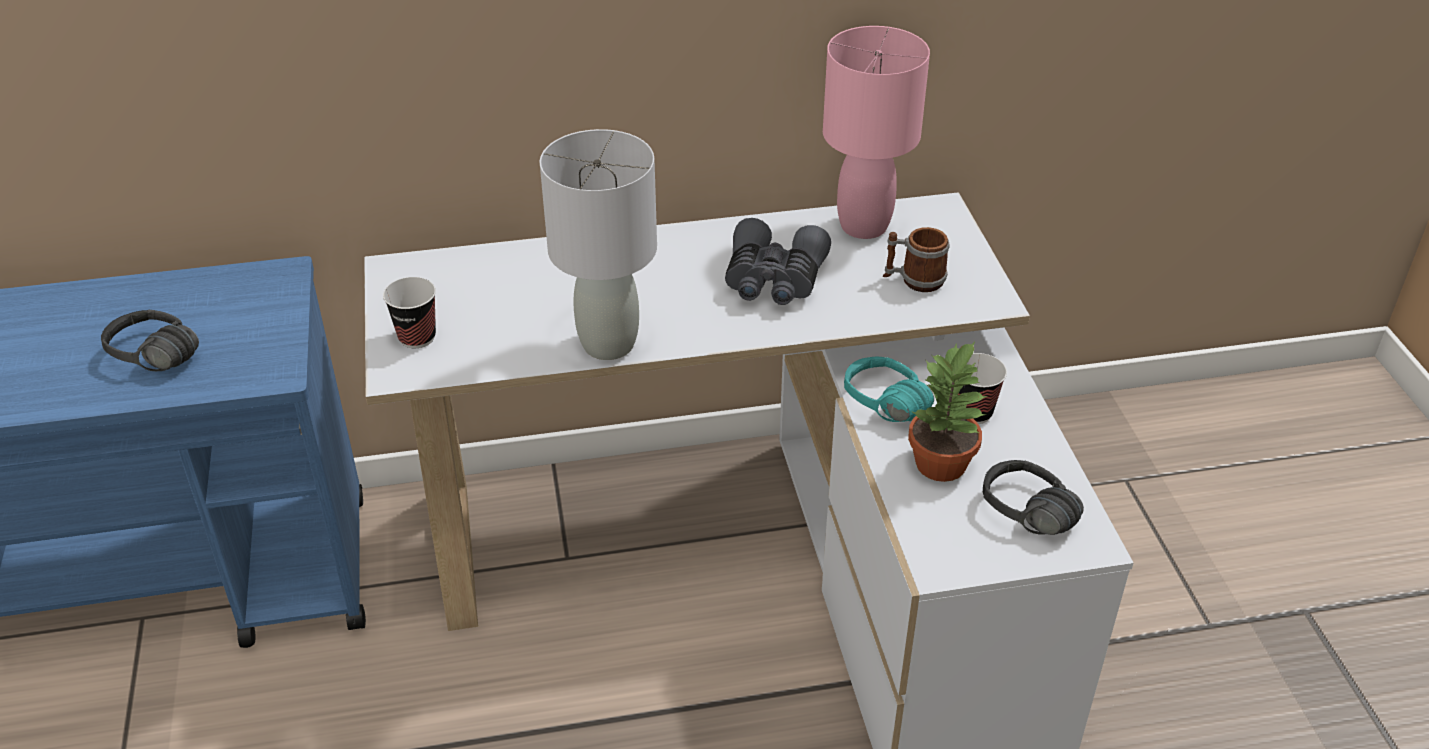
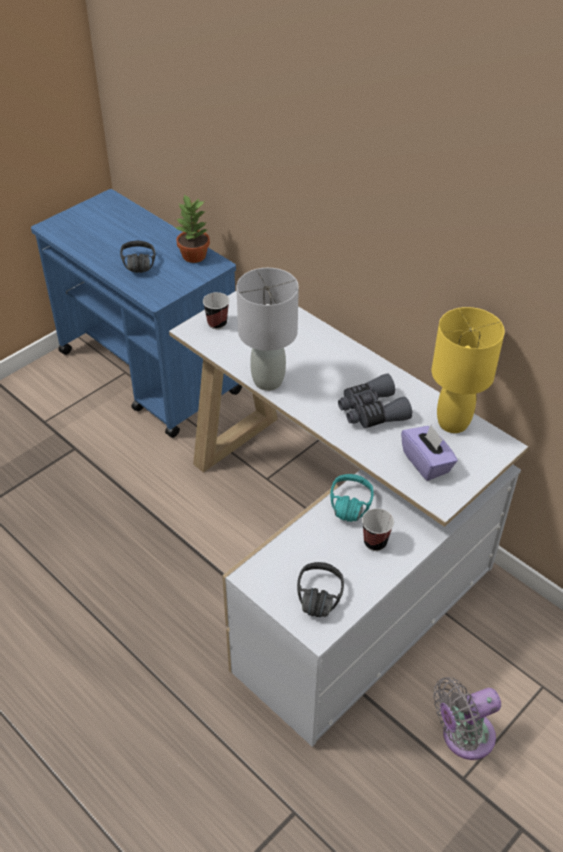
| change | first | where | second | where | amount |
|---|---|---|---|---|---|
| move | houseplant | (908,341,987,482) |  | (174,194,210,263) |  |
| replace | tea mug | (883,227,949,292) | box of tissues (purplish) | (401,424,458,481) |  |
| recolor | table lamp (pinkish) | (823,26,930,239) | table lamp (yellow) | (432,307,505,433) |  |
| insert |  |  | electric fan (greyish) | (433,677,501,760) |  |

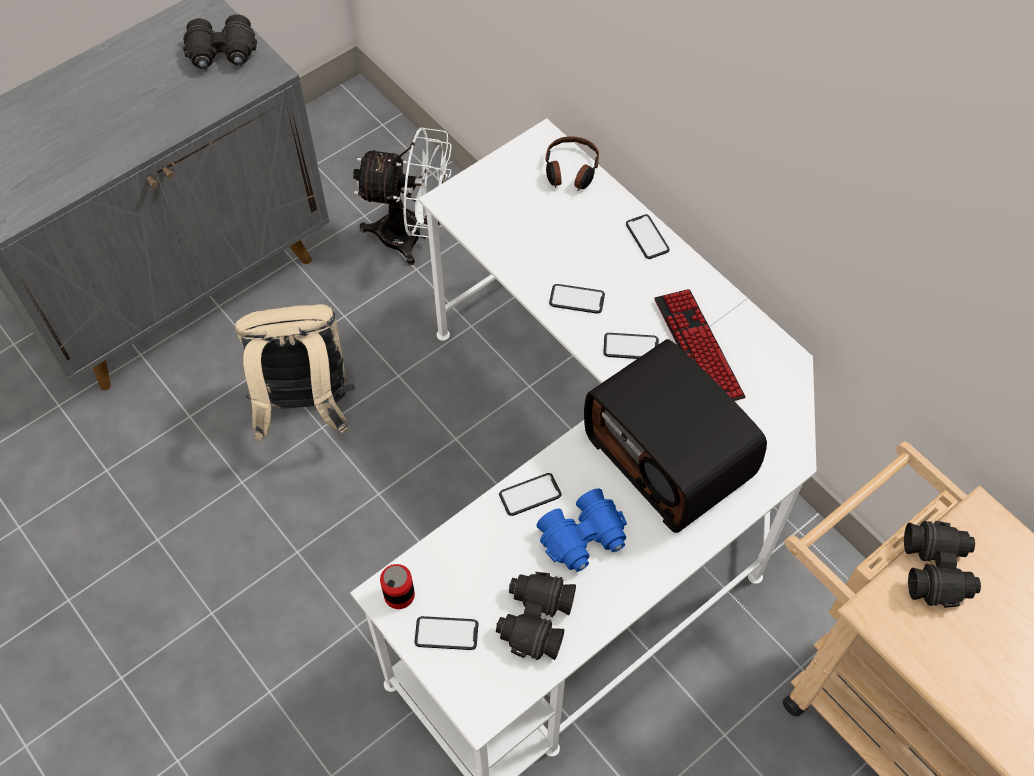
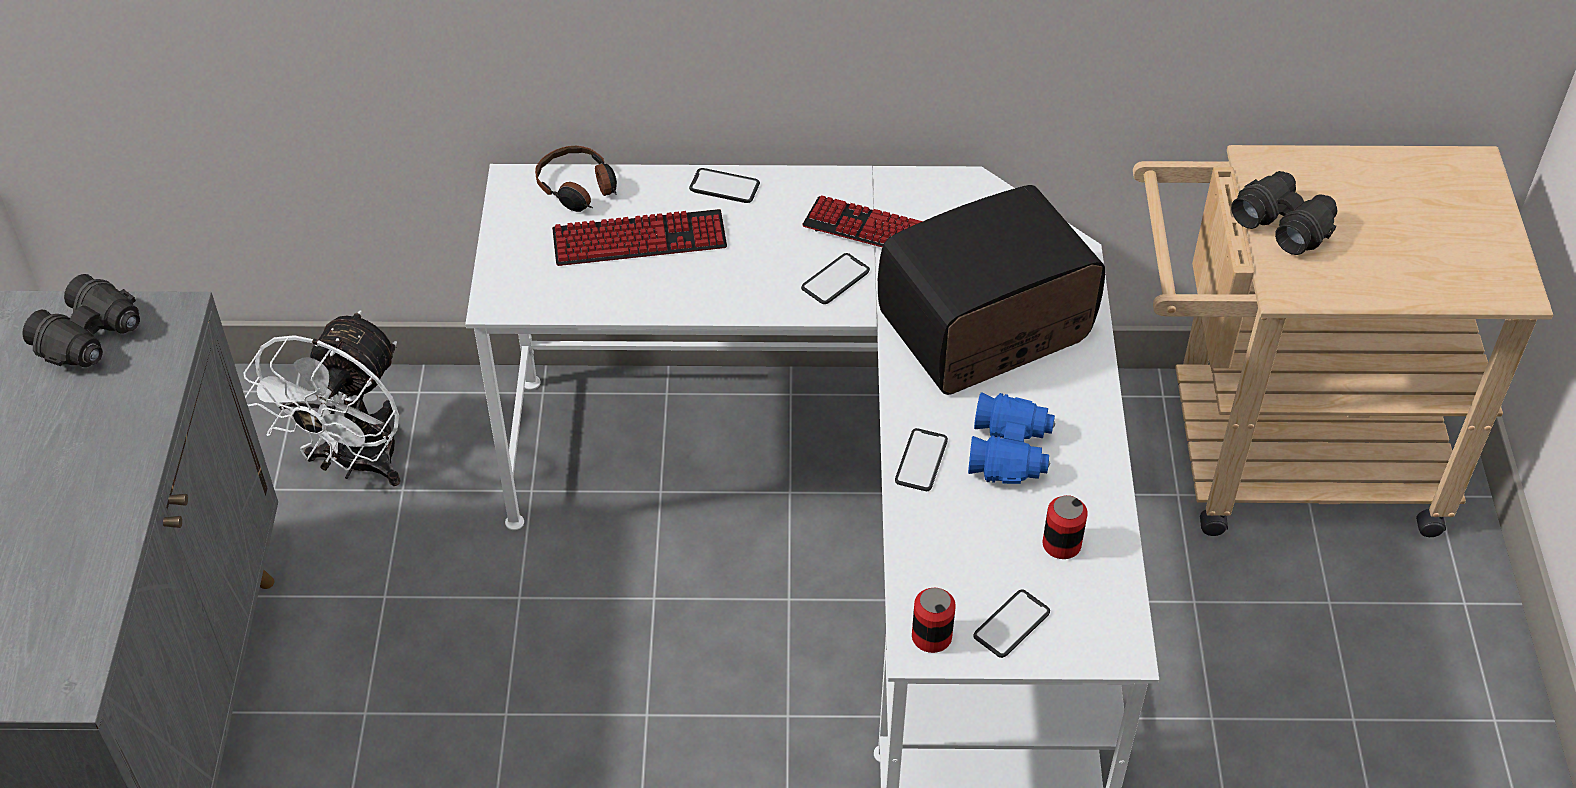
| change | first | where | second | where | amount |
|---|---|---|---|---|---|
| rotate | electric fan (white) | (353,128,452,265) |  | (243,310,400,486) | 150 degrees clockwise |
| insert |  |  | keyboard | (552,209,727,266) |  |
| rotate | radio receiver | (584,339,767,533) |  | (878,185,1105,395) | 150 degrees clockwise |
| replace | field glasses (blackish) | (496,572,576,661) | metal can | (1043,495,1088,559) |  |
| delete | knapsack (beige) | (235,304,355,442) |  |  |  |
| delete | telephone | (549,284,605,314) |  |  |  |

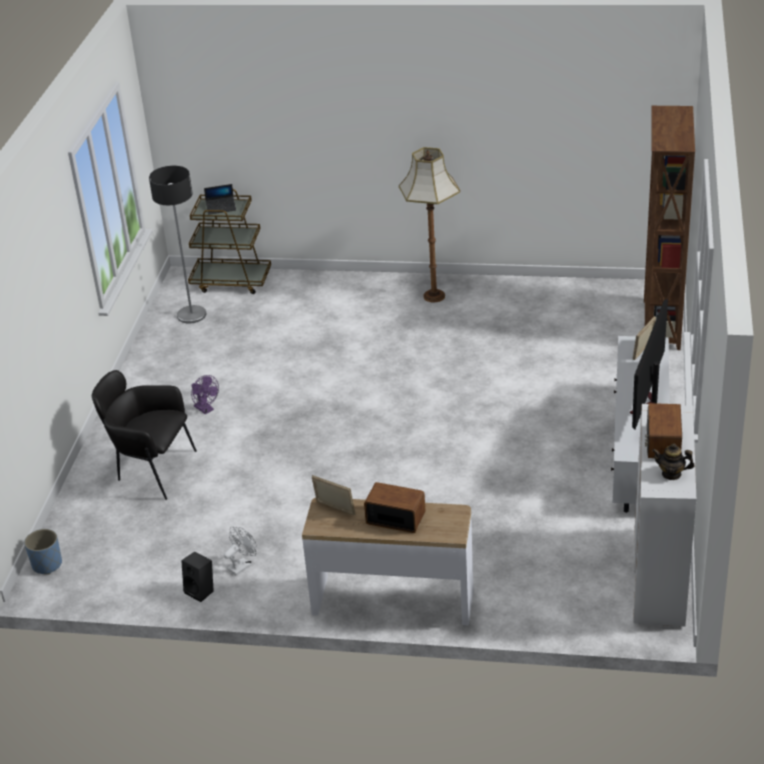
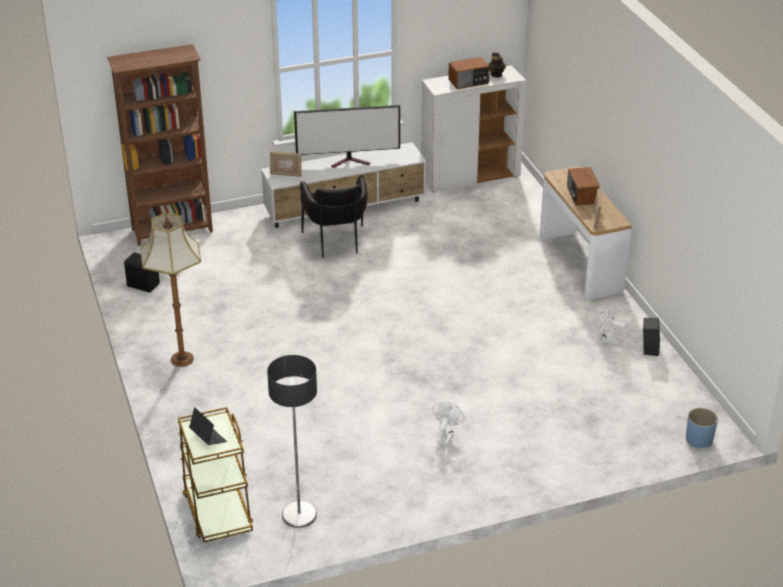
| change | first | where | second | where | amount |
|---|---|---|---|---|---|
| insert |  |  | speaker (blackish) | (124,252,160,293) |  |
| move | lounge chair (blackish) | (92,370,197,500) |  | (300,175,368,257) |  |
| recolor | electric fan (purplish) | (191,375,219,414) | electric fan (white) | (433,402,464,445) |  |

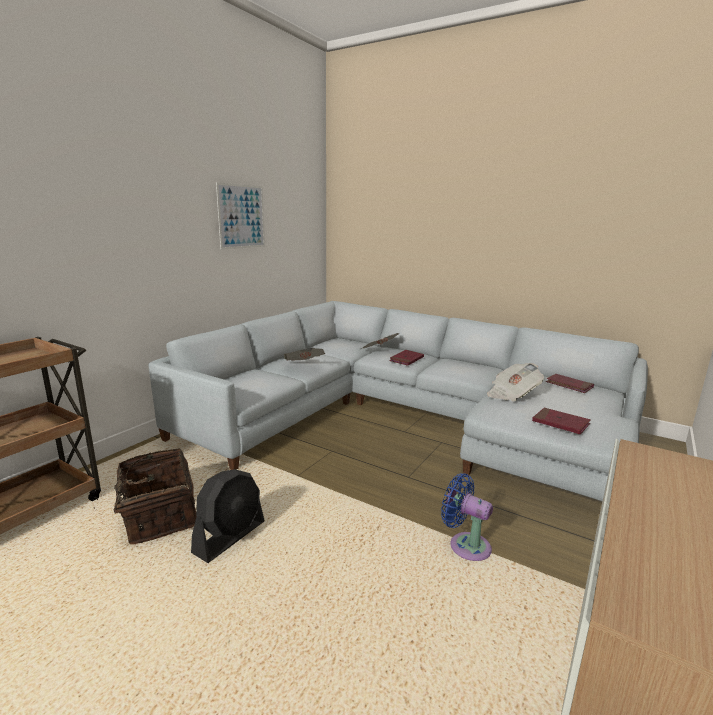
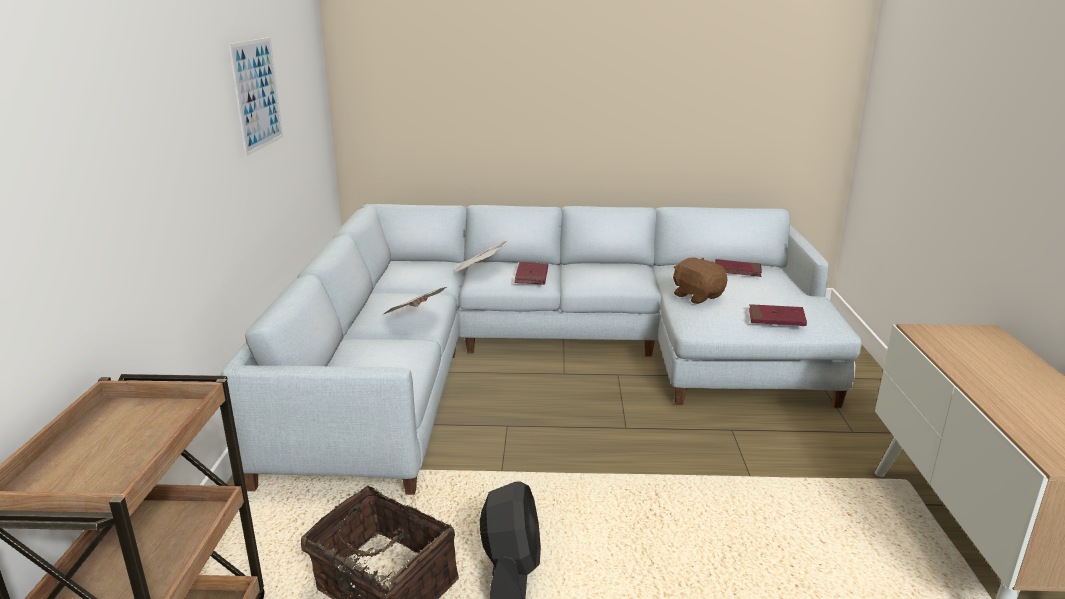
| change | first | where | second | where | amount |
|---|---|---|---|---|---|
| replace | printed paper | (487,363,544,401) | cuddly toy (brown-coloured) | (673,257,727,304) |  |
| delete | electric fan (bluish) | (441,473,493,561) |  |  |  |

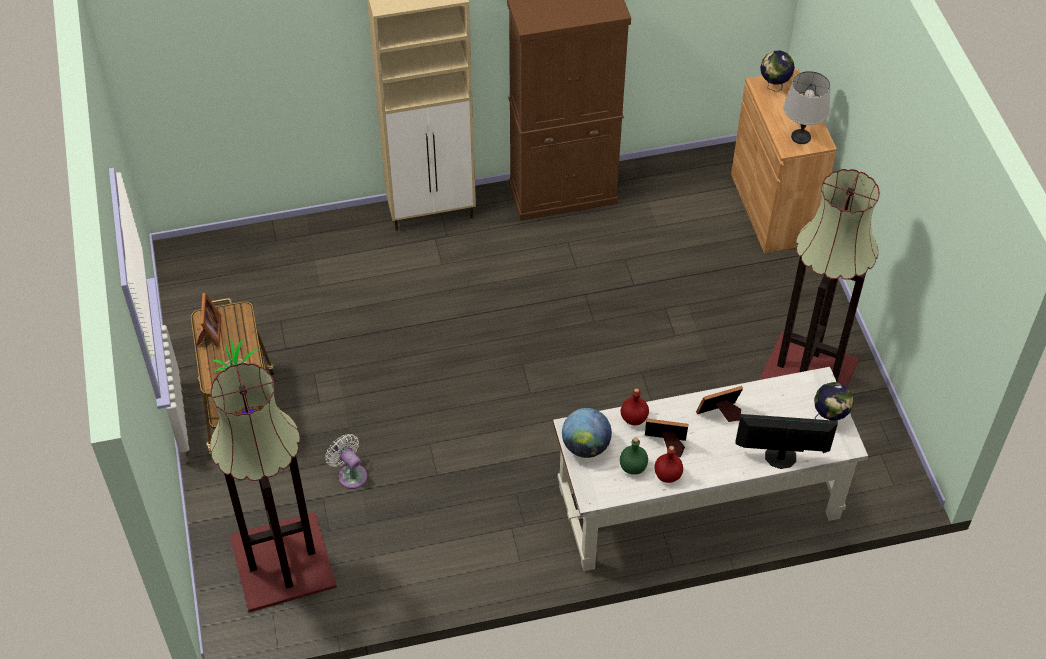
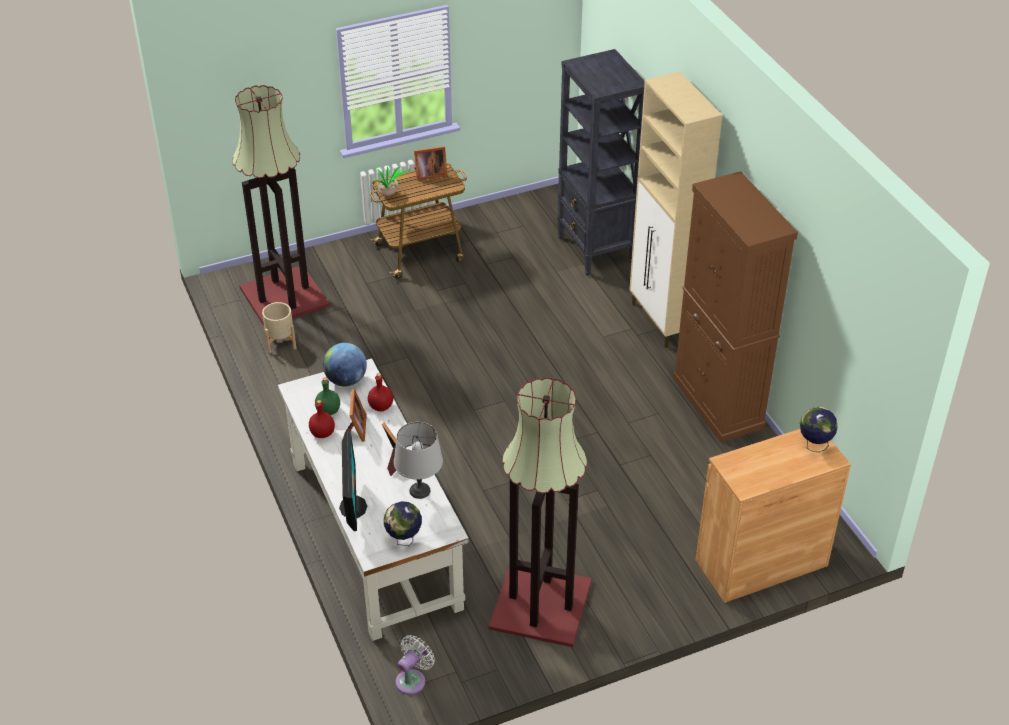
| change | first | where | second | where | amount |
|---|---|---|---|---|---|
| insert |  |  | flower pot (beige) | (262,302,297,353) |  |
| move | table lamp (greyish) | (784,71,831,144) |  | (394,422,443,499) |  |
| move | electric fan (white) | (325,434,367,489) |  | (395,635,435,695) |  |
| insert |  |  | shelving unit (blackish) | (557,49,645,276) |  |

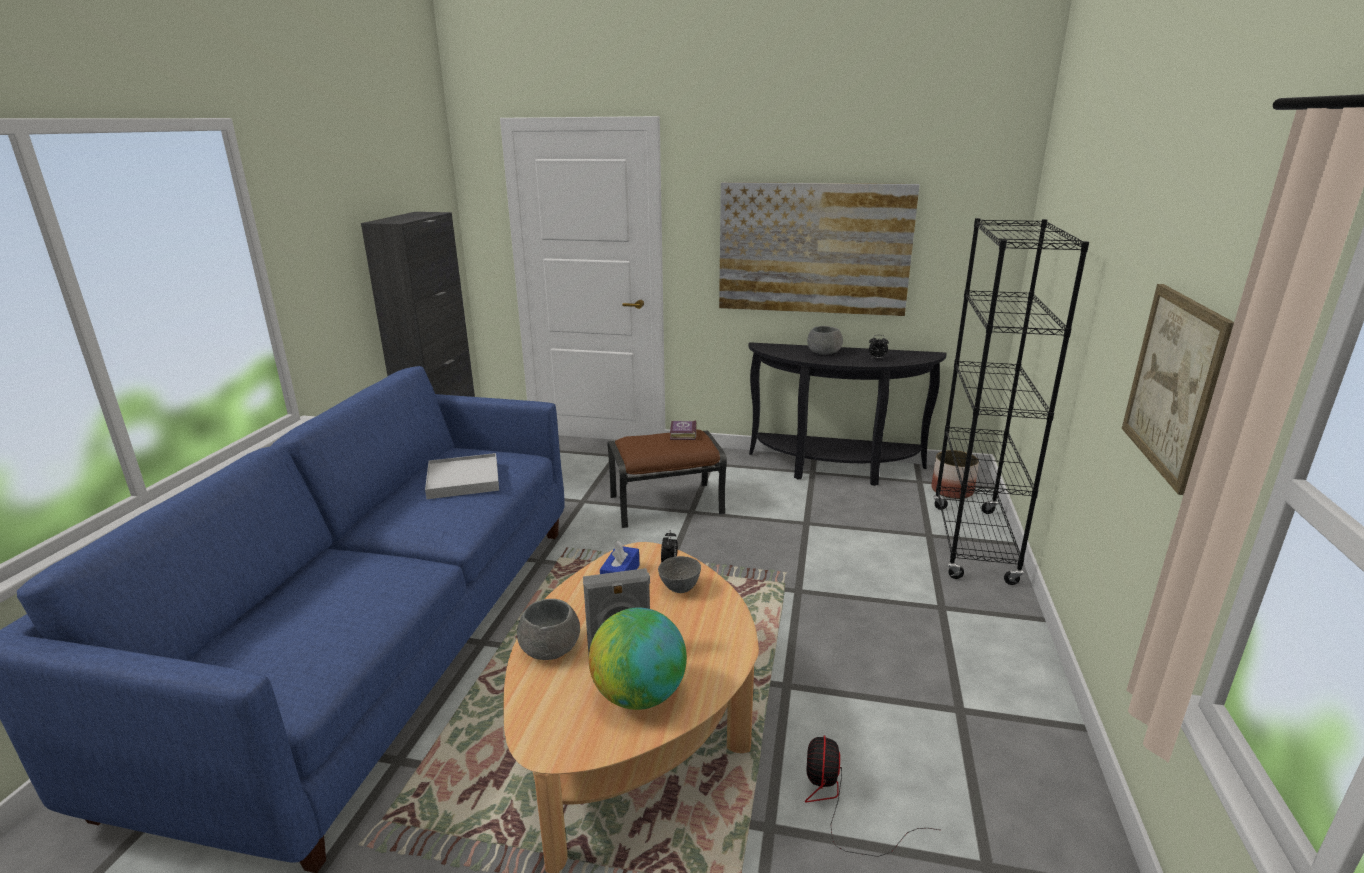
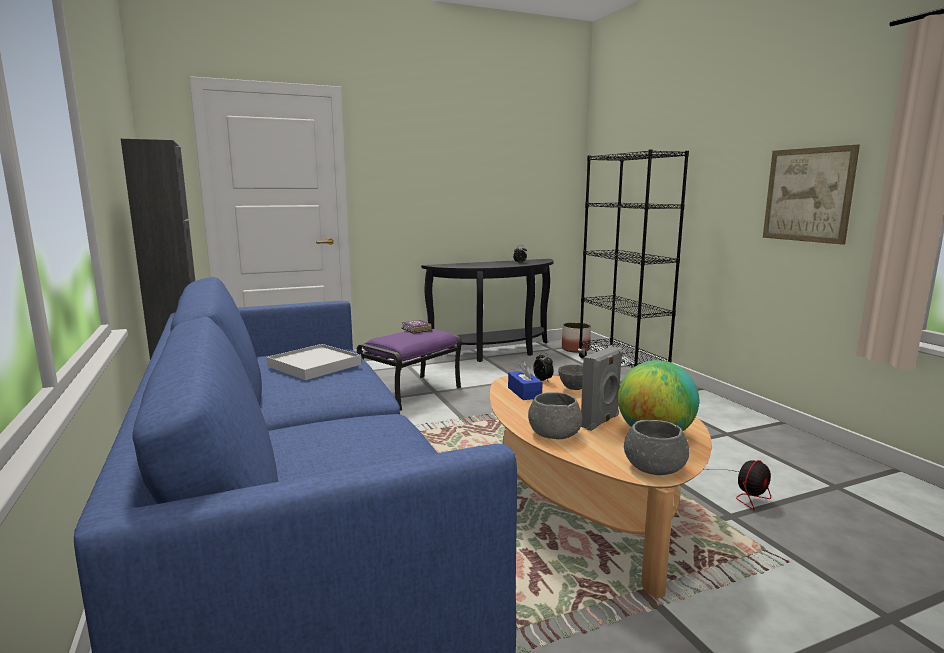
| change | first | where | second | where | amount |
|---|---|---|---|---|---|
| recolor | pouffe (brown-coloured) | (608,430,727,528) | pouffe (purplish) | (357,329,462,411) |  |
| move | serving bowl (greyish) | (807,326,843,354) |  | (624,420,689,475) |  |
| rotate | electric fan | (805,735,940,857) |  | (703,460,771,510) | 105 degrees counterclockwise |
| delete | picture | (719,182,919,316) |  |  |  |

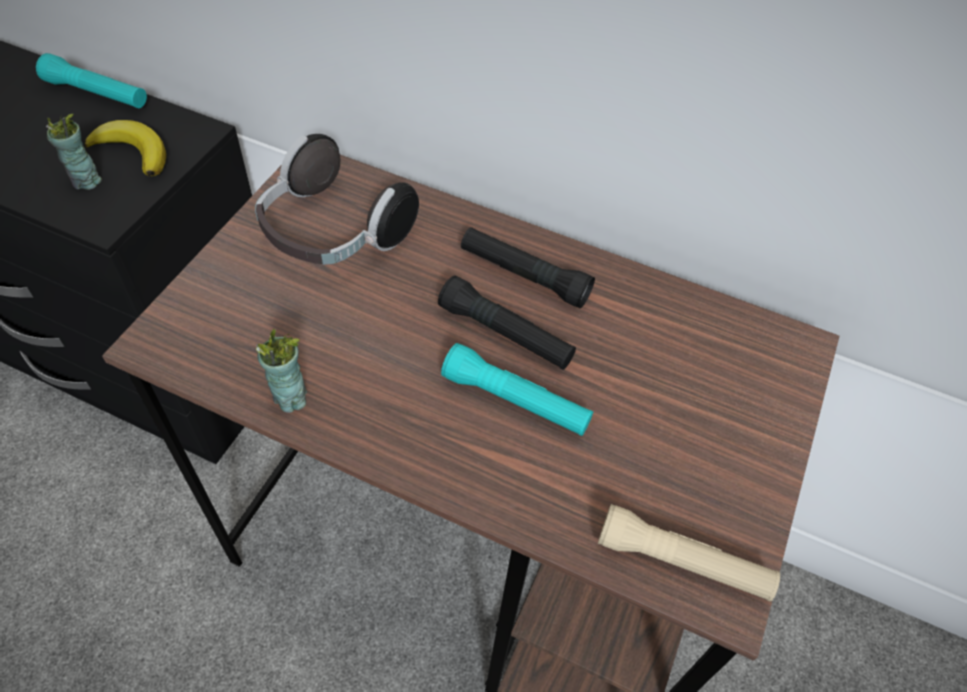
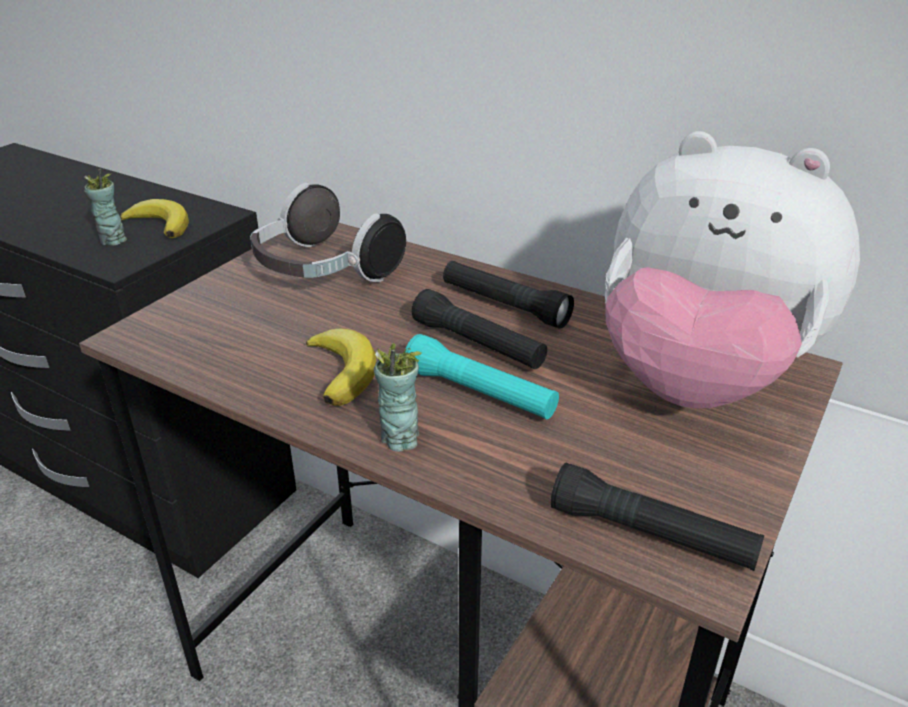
| change | first | where | second | where | amount |
|---|---|---|---|---|---|
| insert |  |  | whole banana | (306,329,376,406) |  |
| move | drinking cup | (256,329,307,413) |  | (373,343,422,452) |  |
| recolor | flashlight (beige) | (598,504,780,602) | flashlight (blackish) | (550,463,764,571) |  |
| insert |  |  | cuddly toy | (605,131,860,409) |  |
| delete | flashlight (turquoise) | (36,53,147,108) |  |  |  |

